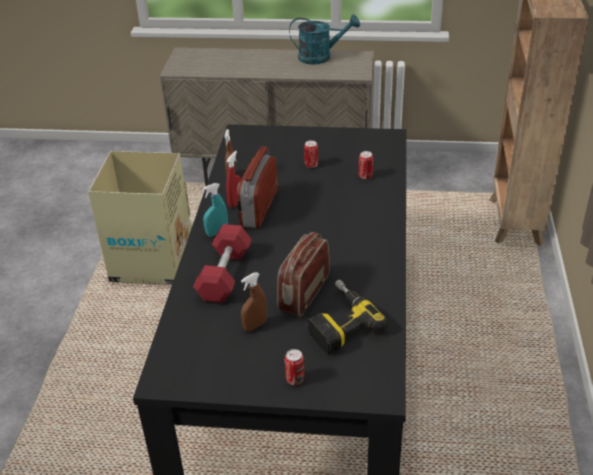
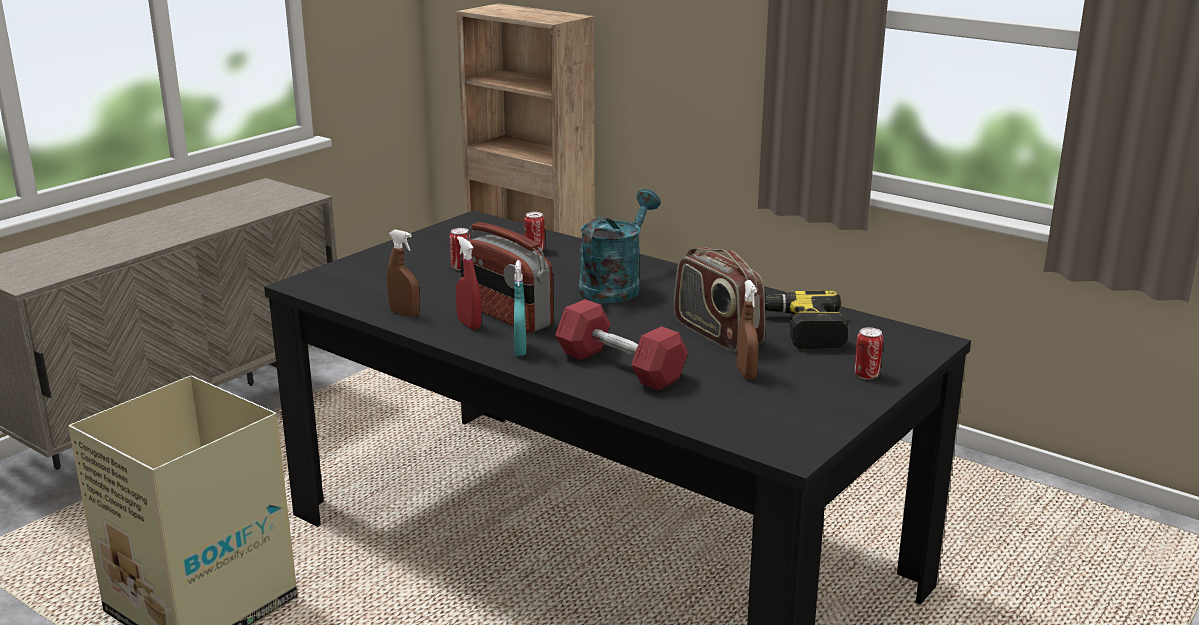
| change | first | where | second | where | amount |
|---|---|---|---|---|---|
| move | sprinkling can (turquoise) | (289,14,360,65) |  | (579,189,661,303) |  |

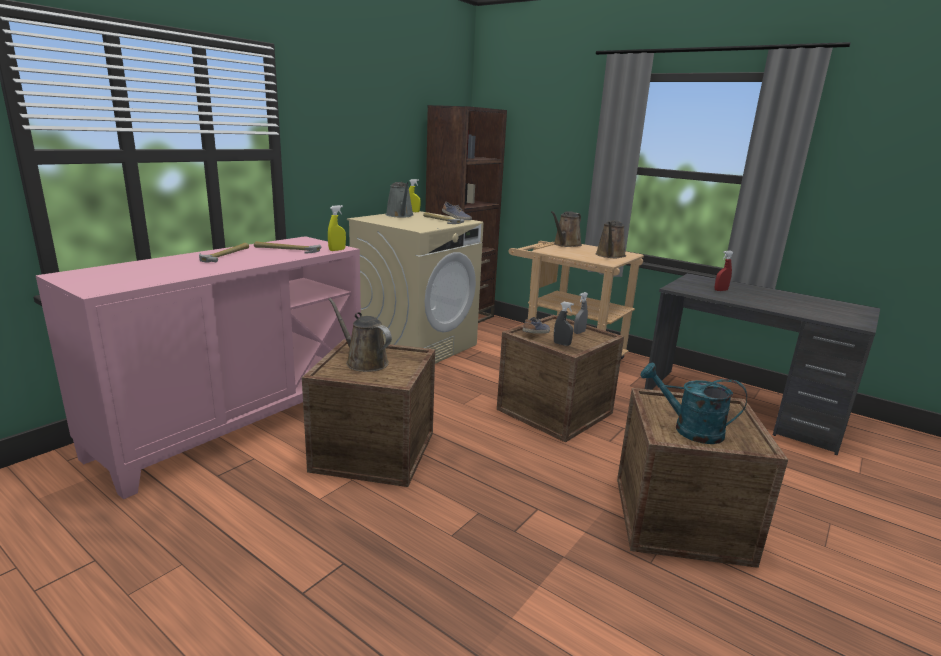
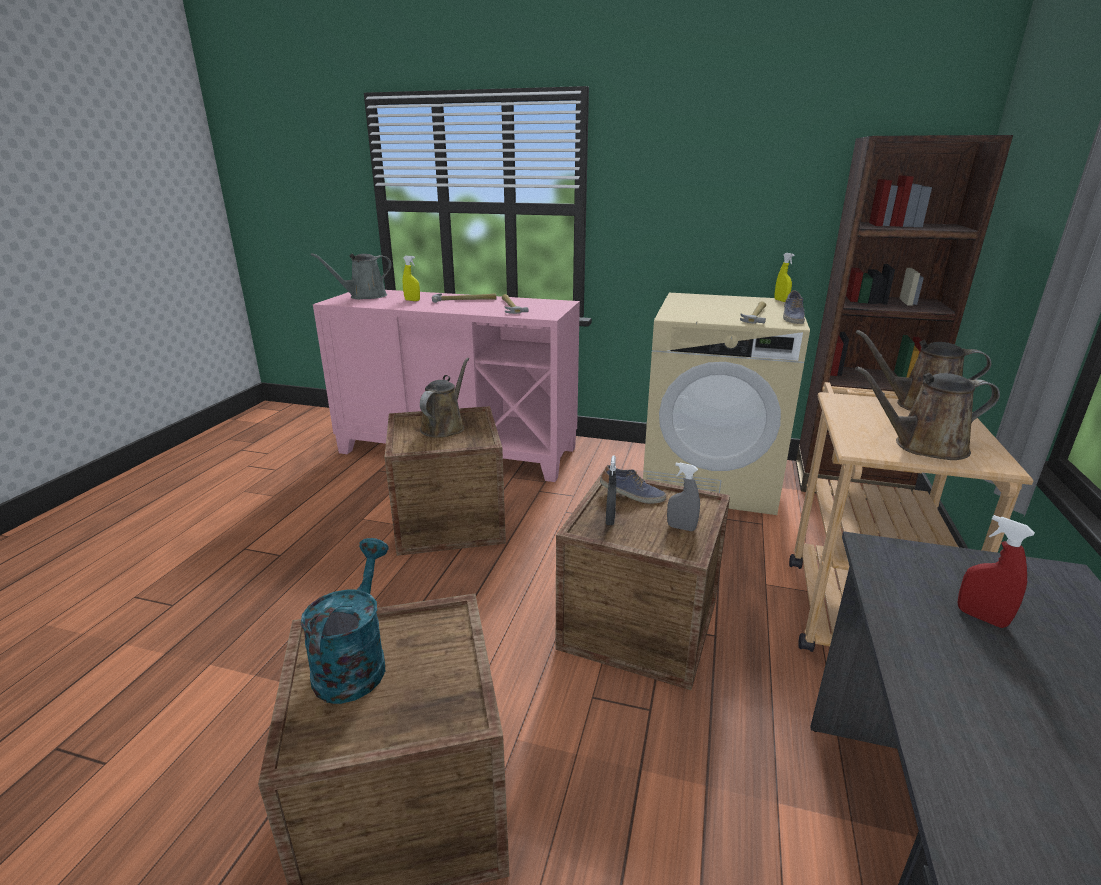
| change | first | where | second | where | amount |
|---|---|---|---|---|---|
| move | sprinkling can (greyish) | (386,182,414,218) |  | (311,253,392,299) |  |
| move | hand sprayer (yellow) | (328,205,346,251) |  | (403,256,420,301) |  |

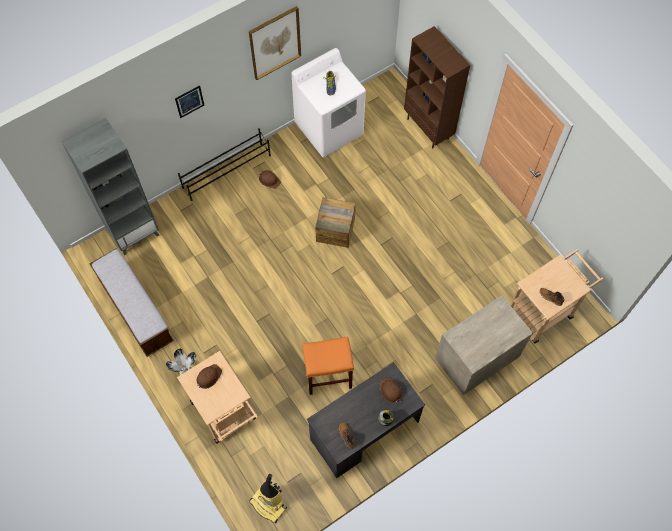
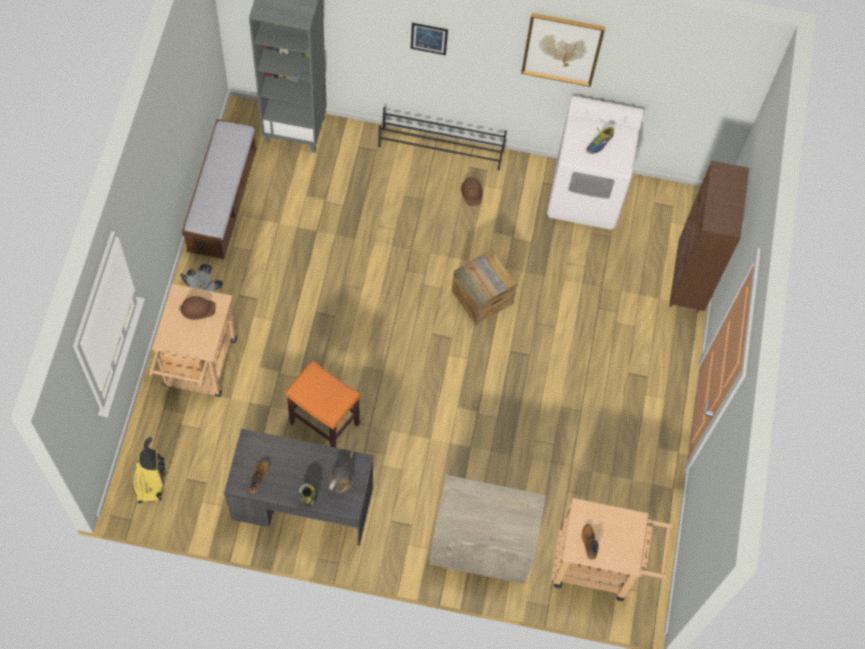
| change | first | where | second | where | amount |
|---|---|---|---|---|---|
| replace | safety helmet (brown-coloured) | (379,377,402,403) | sprinkling can (brown-coloured) | (327,439,359,493) |  |

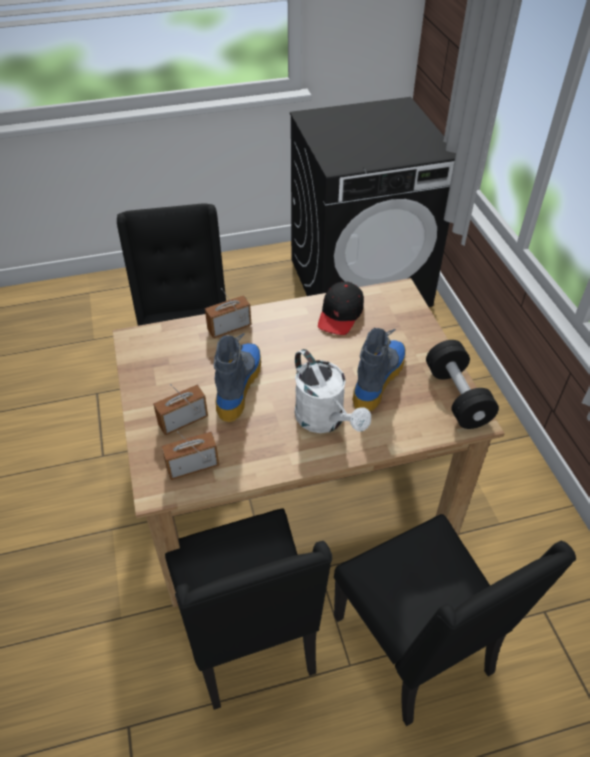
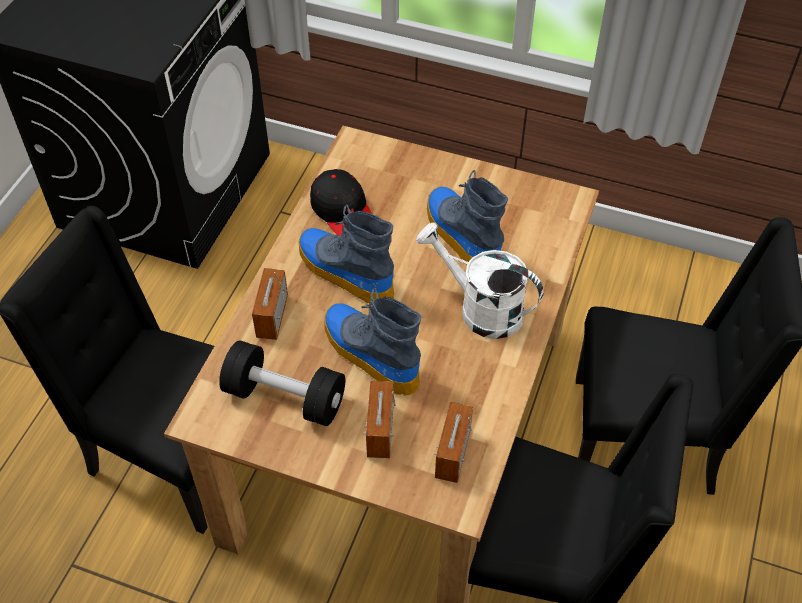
| change | first | where | second | where | amount |
|---|---|---|---|---|---|
| move | dumbbell (blackish) | (426,340,499,429) |  | (219,340,345,426) |  |
| insert |  |  | tall boot | (298,205,394,305) |  |
| rotate | sprinkling can (white) | (295,349,371,433) |  | (416,222,543,339) | 150 degrees counterclockwise |

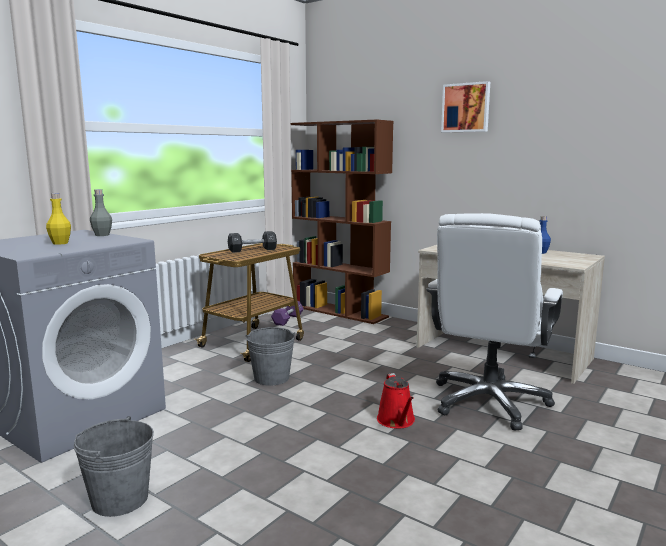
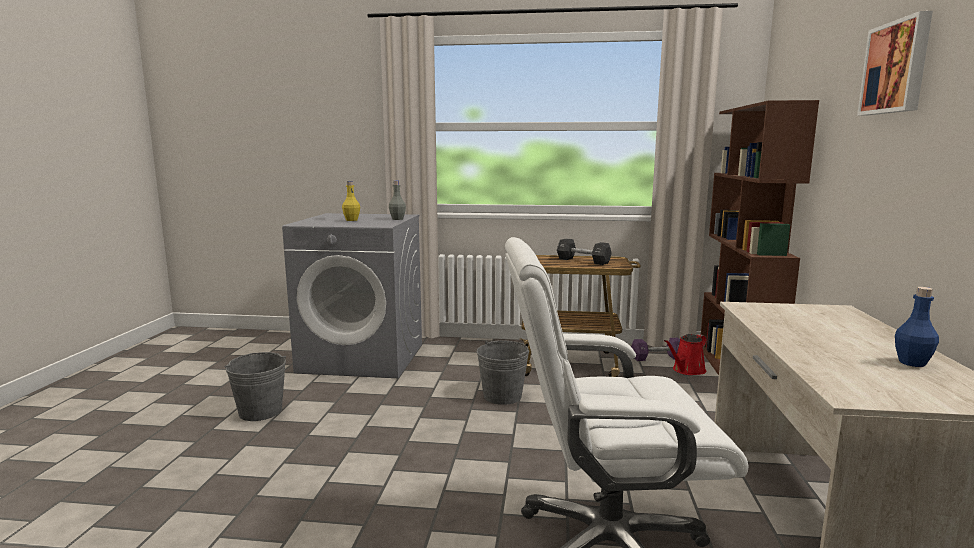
| change | first | where | second | where | amount |
|---|---|---|---|---|---|
| move | sprinkling can (red-coloured) | (377,373,415,428) |  | (664,334,706,375) |  |

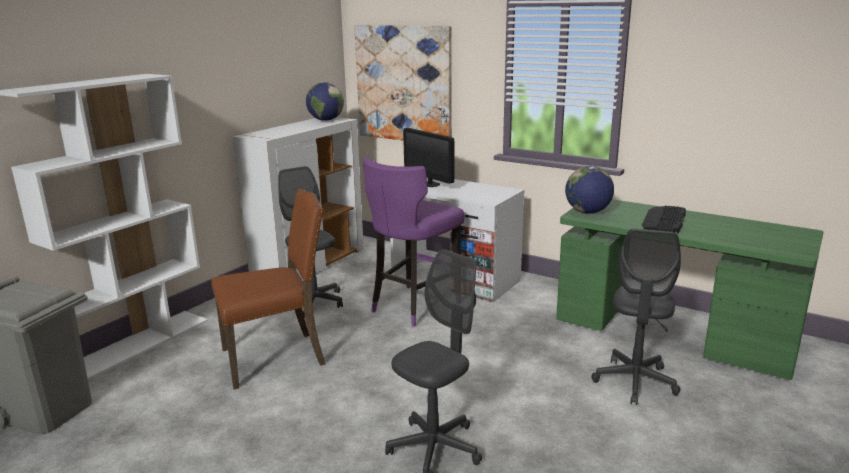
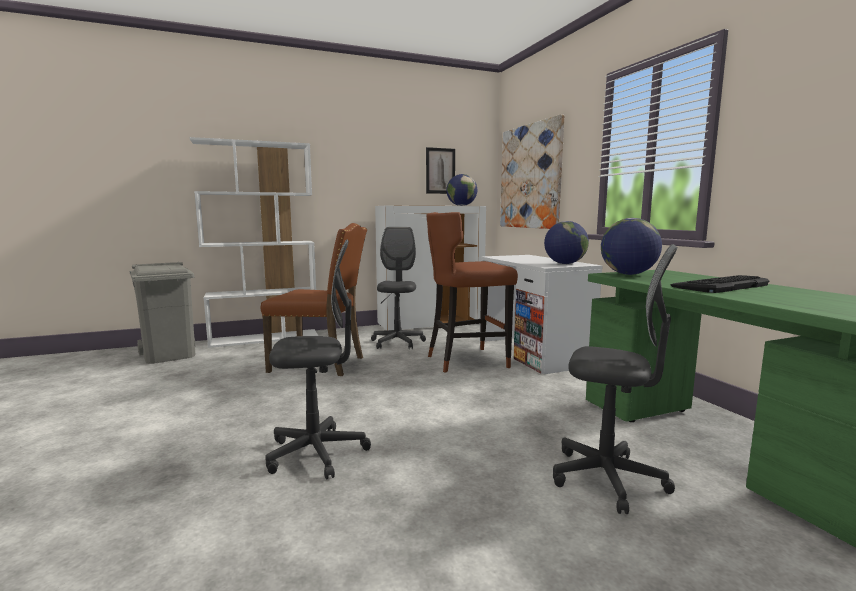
| change | first | where | second | where | amount |
|---|---|---|---|---|---|
| insert |  |  | picture | (426,147,455,194) |  |
| recolor | stool (purplish) | (363,157,465,327) | stool (brown-coloured) | (426,212,518,373) |  |
| insert |  |  | globe | (544,221,589,264) |  |
| rotate | office chair (greyish) | (591,228,681,405) |  | (553,244,678,514) | 120 degrees counterclockwise |
| delete | monitor | (403,128,454,187) |  |  |  |

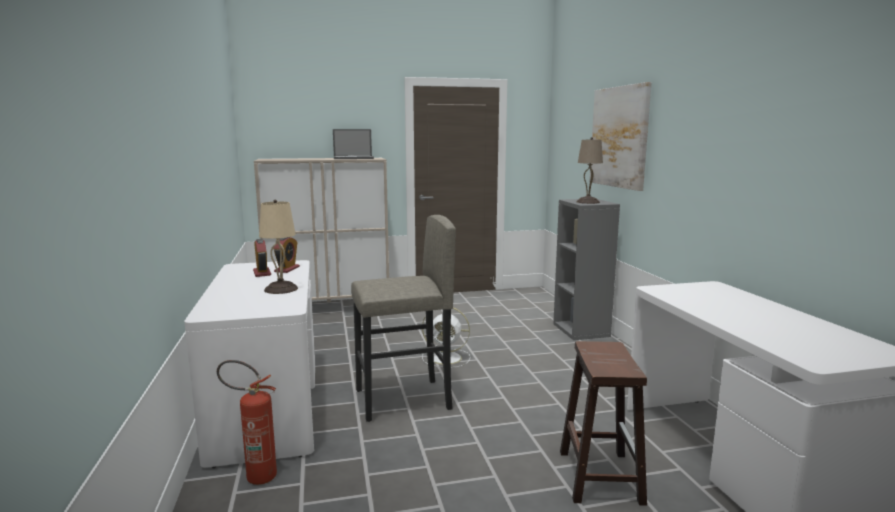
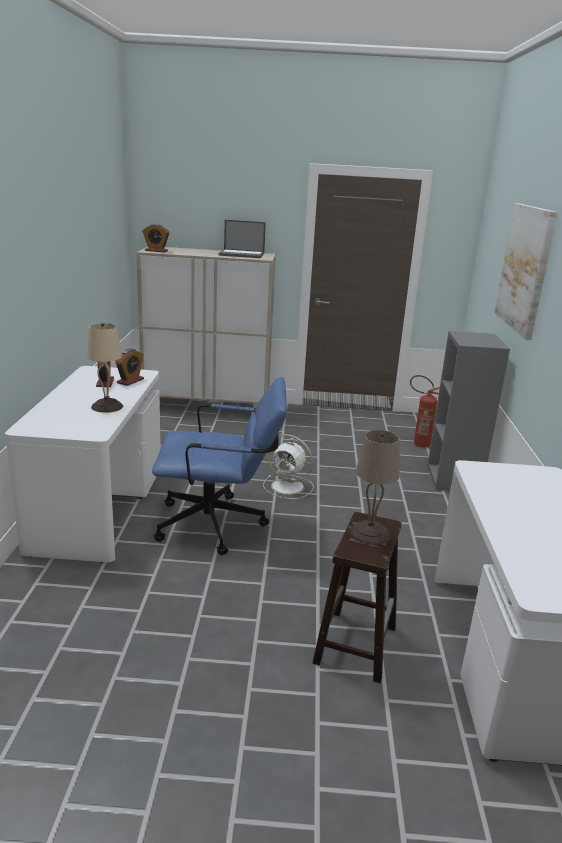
| change | first | where | second | where | amount |
|---|---|---|---|---|---|
| insert |  |  | alarm clock | (143,224,169,252) |  |
| replace | stool (greyish) | (351,215,456,422) | office chair (bluish) | (152,377,287,555) |  |
| move | table lamp (beige) | (576,137,603,204) |  | (350,430,399,545) |  |
| move | fire-fighting cylinder | (217,360,277,485) |  | (410,375,440,448) |  |

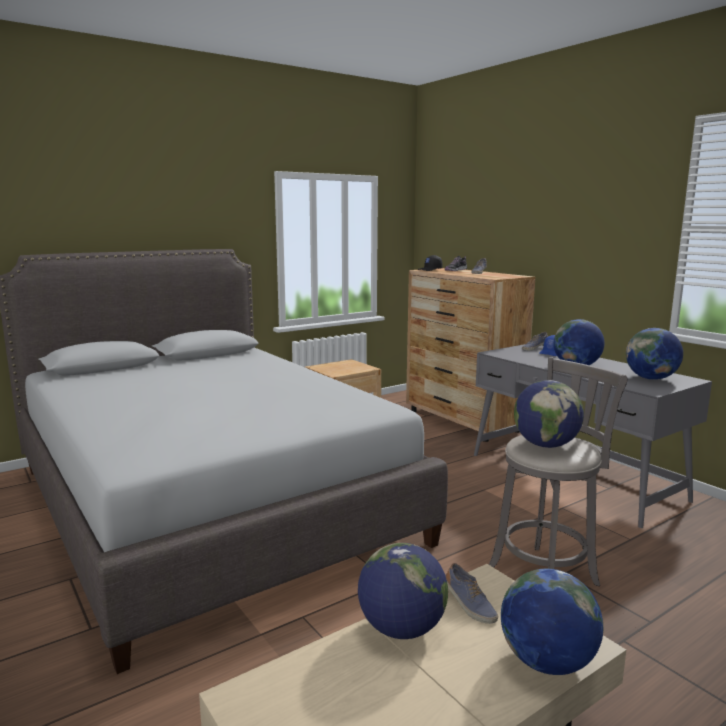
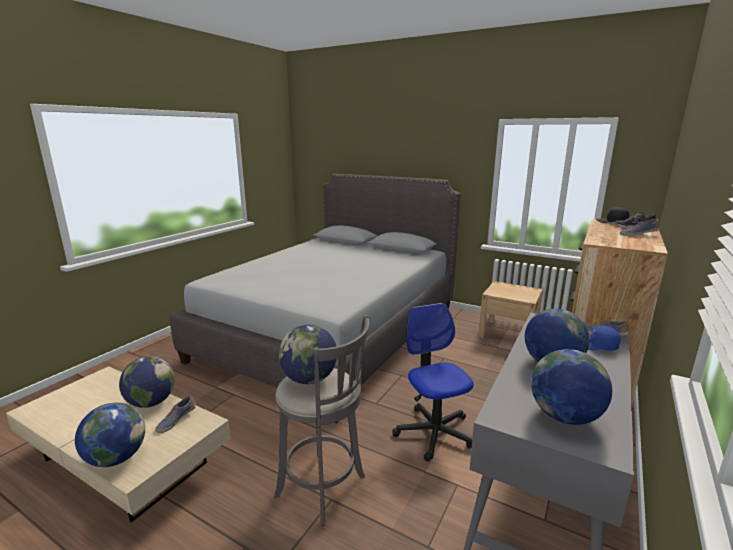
| change | first | where | second | where | amount |
|---|---|---|---|---|---|
| insert |  |  | office chair | (392,303,474,461) |  |

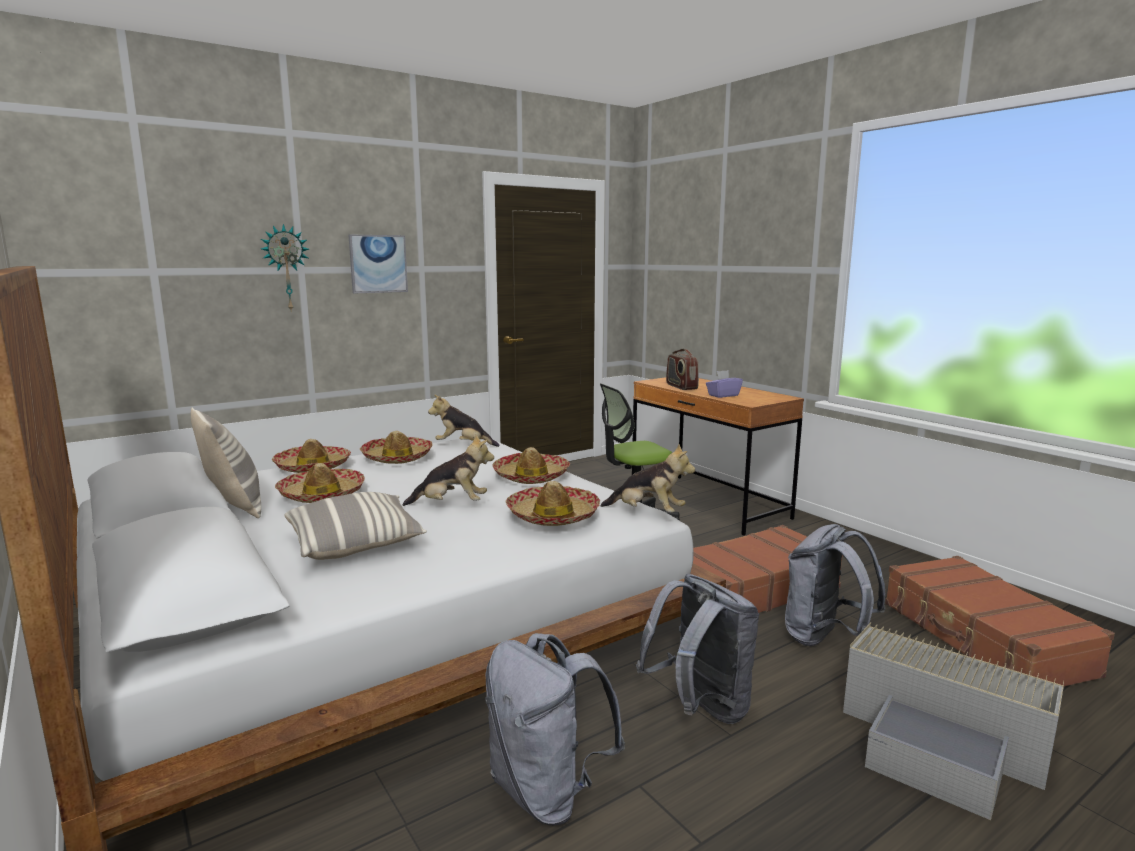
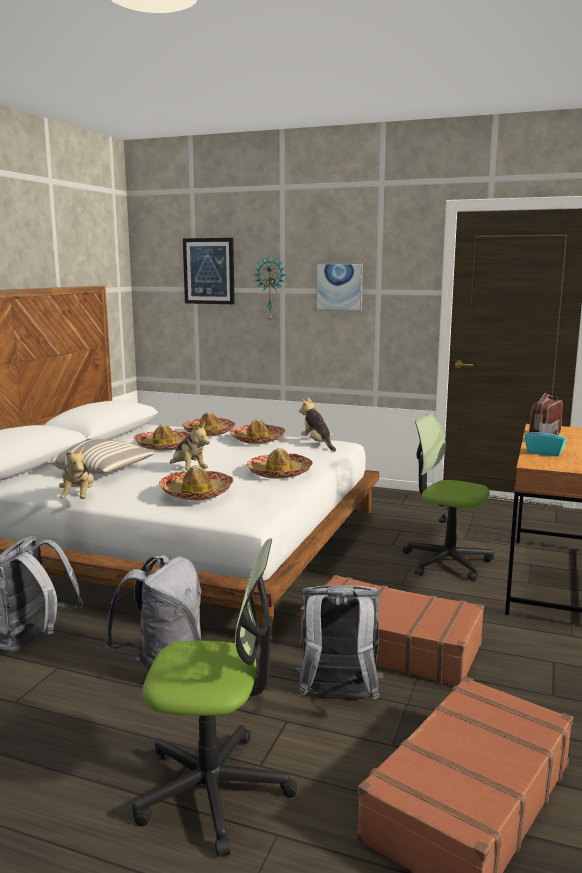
| change | first | where | second | where | amount |
|---|---|---|---|---|---|
| move | cuddly toy | (600,444,695,513) |  | (59,446,94,499) |  |
| replace | storage container (greyish) | (843,622,1064,820) | office chair | (132,538,297,857) |  |
| insert |  |  | picture | (183,238,235,304) |  |
| recolor | box of tissues (purplish) | (706,370,743,398) | box of tissues (turquoise) | (524,423,567,456) |  |
| delete | cushion | (191,408,261,518) |  |  |  |

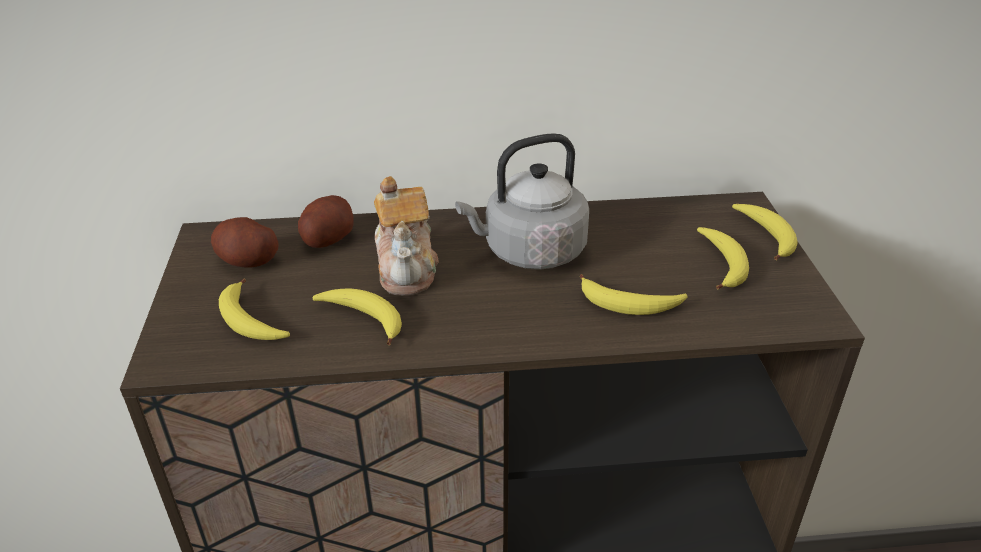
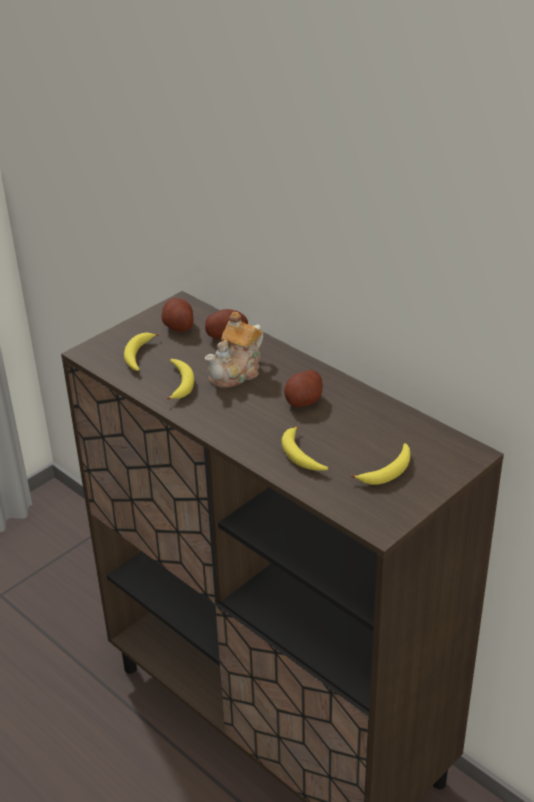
| change | first | where | second | where | amount |
|---|---|---|---|---|---|
| replace | tea kettle (greyish) | (455,133,589,270) | potato | (284,370,323,407) |  |
| delete | whole banana | (732,204,798,260) |  |  |  |

